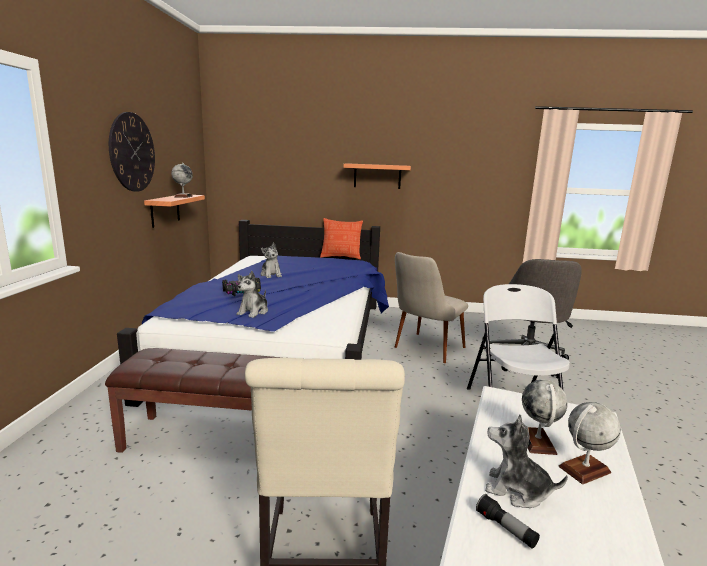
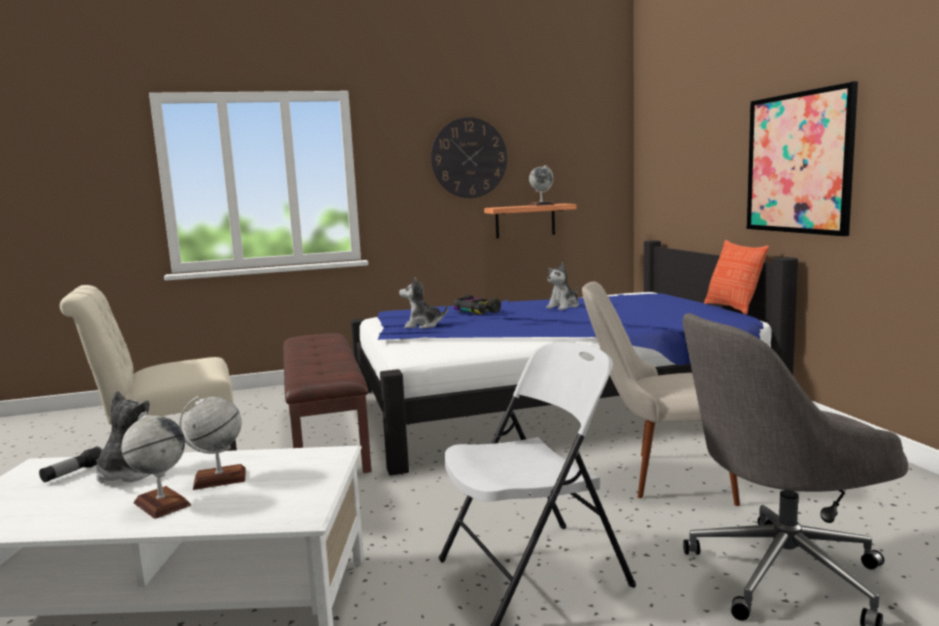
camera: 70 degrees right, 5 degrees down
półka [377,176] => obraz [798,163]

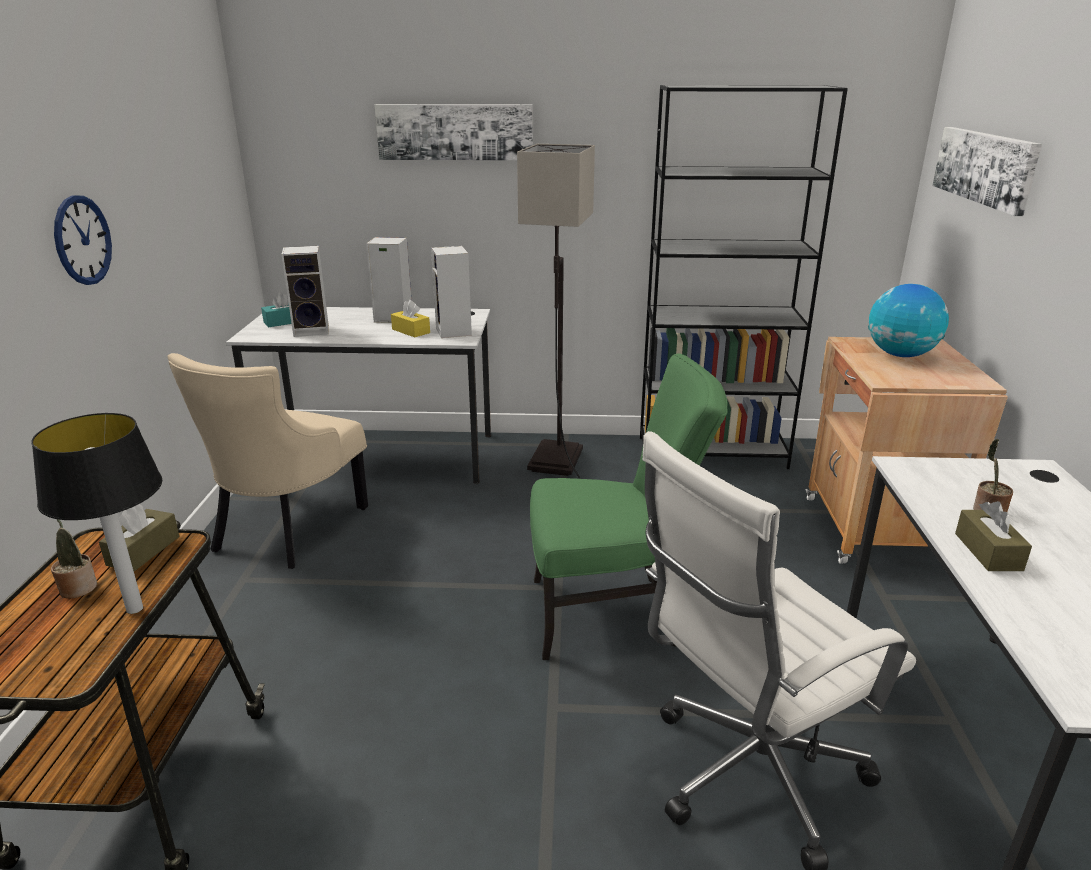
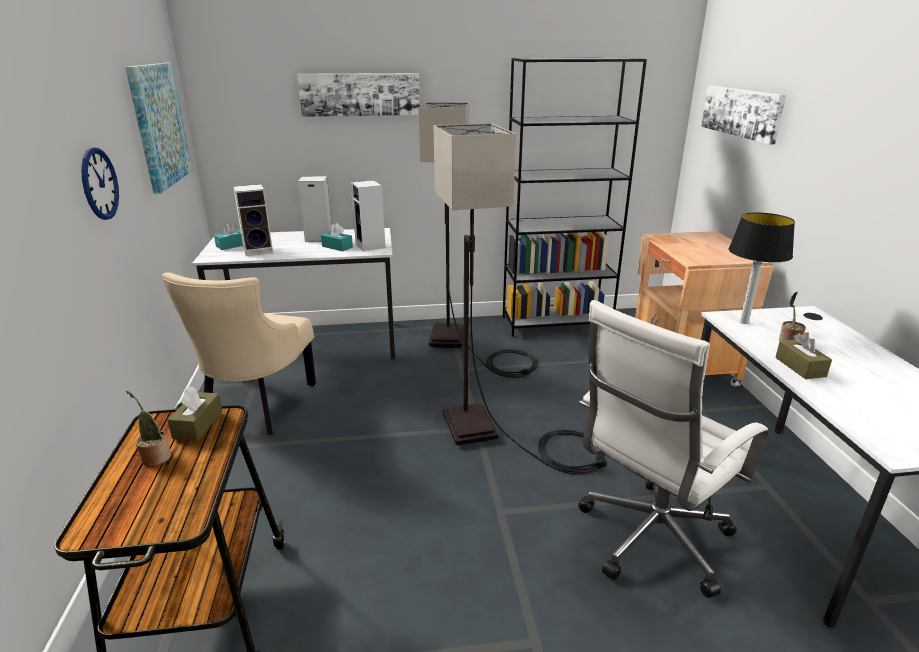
camera: 10 degrees left, 0 degrees up
nothing => obraz [159,125]
pudełko chusteczek (żółty) [411,331] => pudełko chusteczek (turkusowy) [337,247]
krzesło (zielony) [613,613] => lampa stojąca [522,441]
lampa stołowa [134,609] => lampa stołowa [744,322], relocated
globus [900,355] => nothing

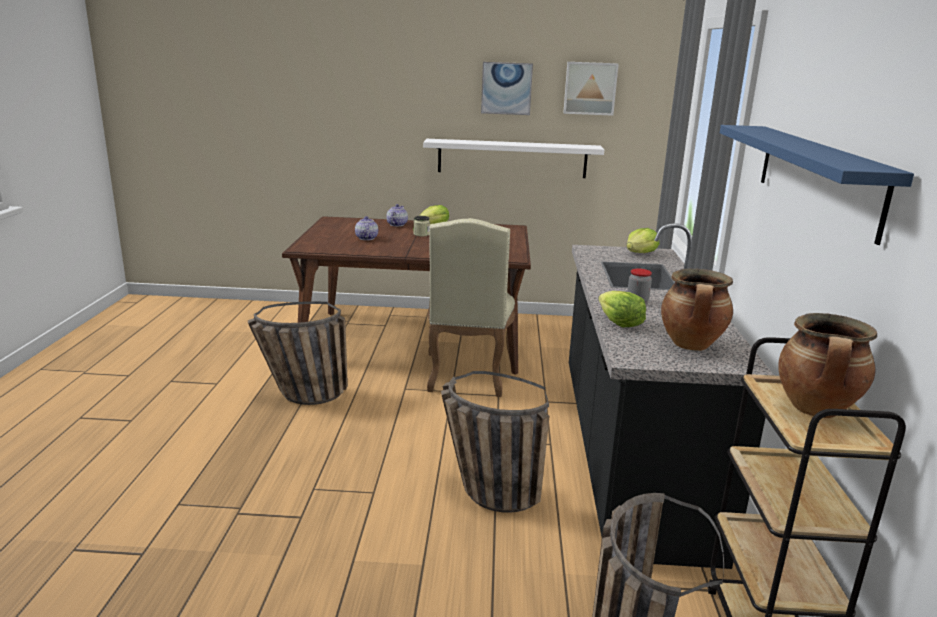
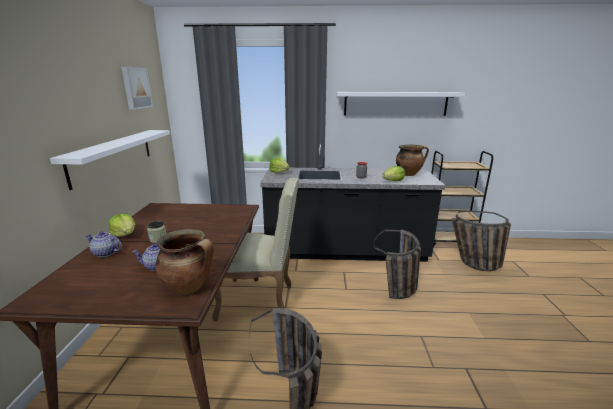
camera: 90 degrees left, 0 degrees up
garnek [816,410] => garnek [190,287], relocated
półka (niebieski) [816,176] => półka (biały) [395,103]
obraz [506,88] => nothing

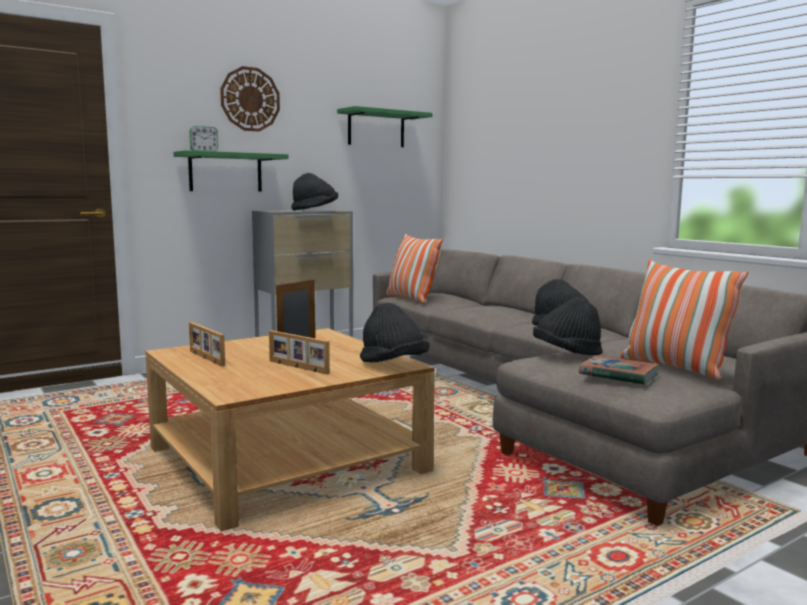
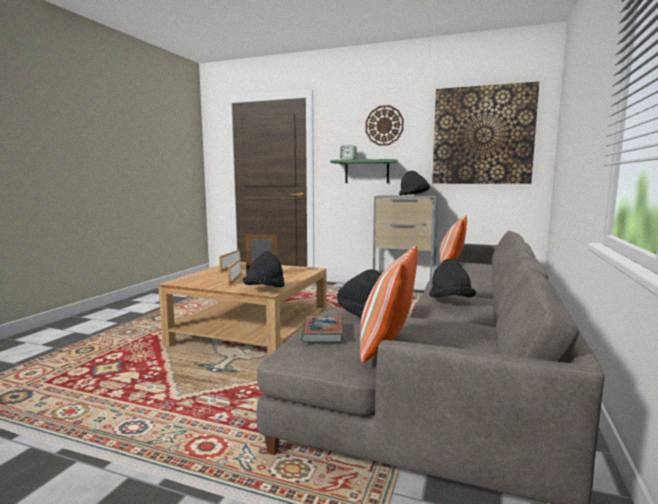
camera: 55 degrees right, 0 degrees up
półka (zielony) [376,129] => obraz [482,135]

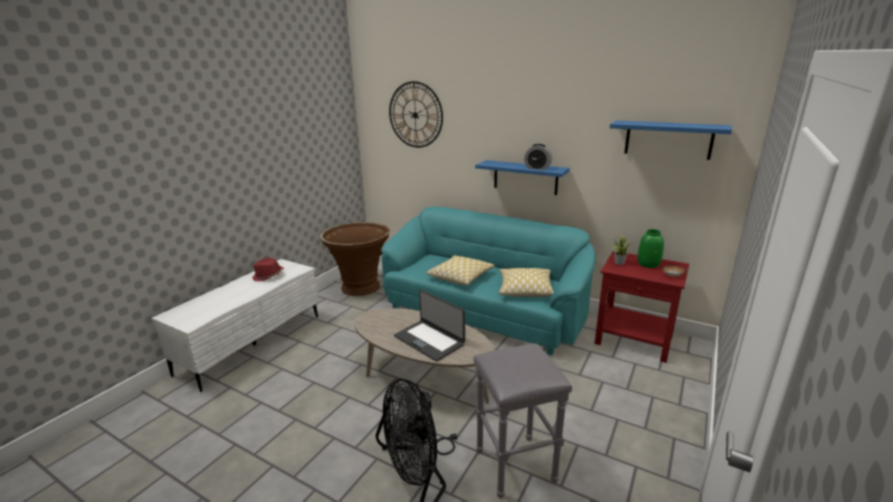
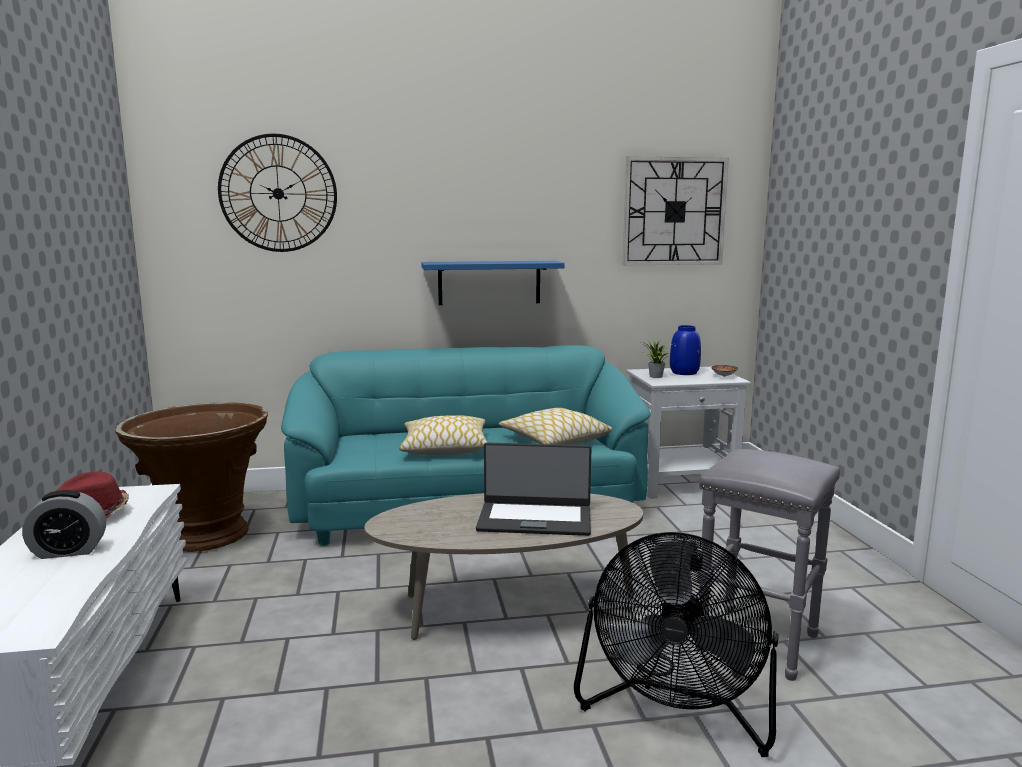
camera: 40 degrees left, 10 degrees down
budzik [537,168] => budzik [68,551], relocated
półka (niebieski) [668,139] => zegar ścienny [674,211]
stolik (czerwony) [634,340] => stolik (biały) [681,483]
wazon (zielony) [648,264] => wazon (niebieski) [684,373]

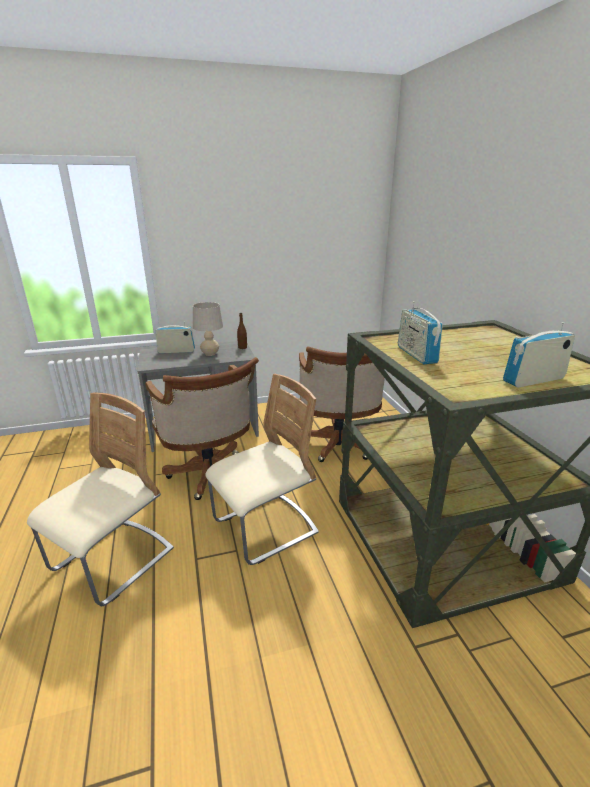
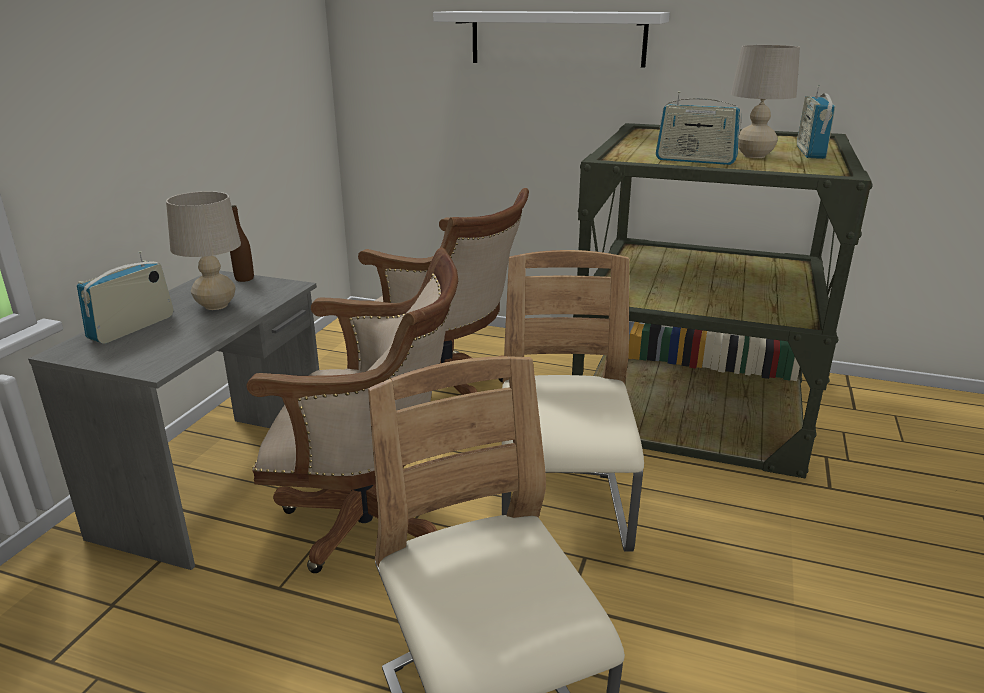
camera: 55 degrees left, 0 degrees up
nothing => półka (biały) [557,38]
nothing => lampa stołowa (beżowy) [754,156]

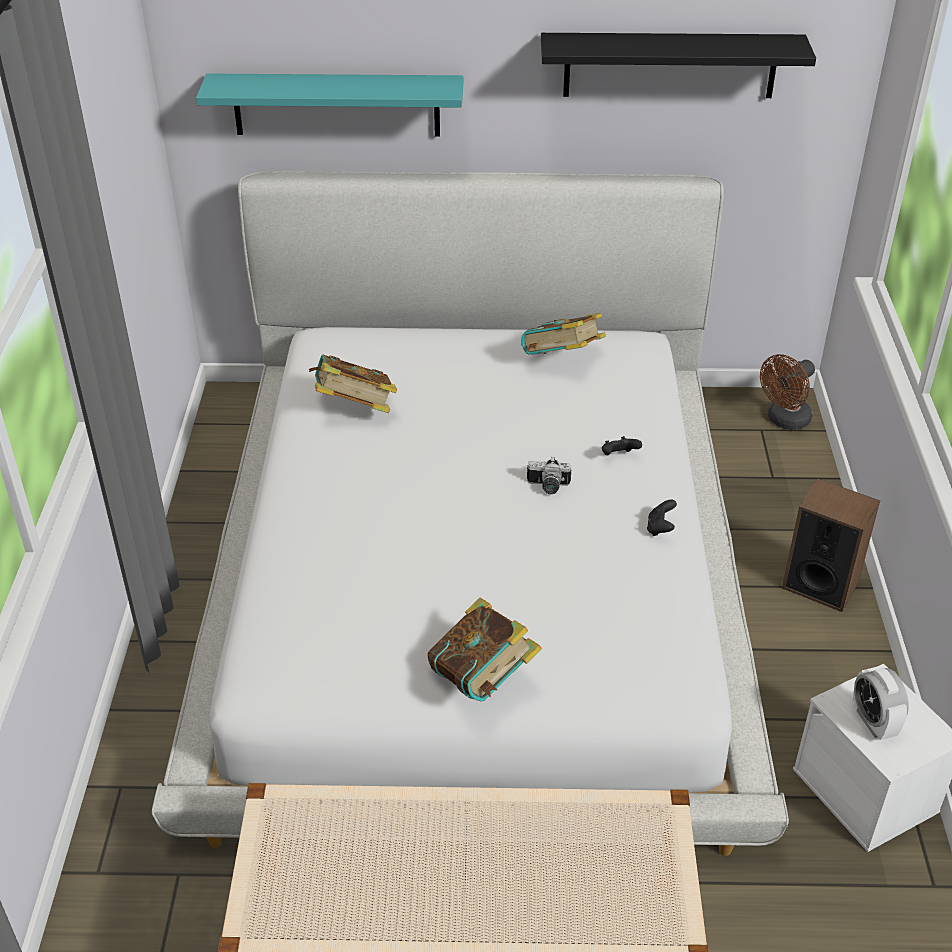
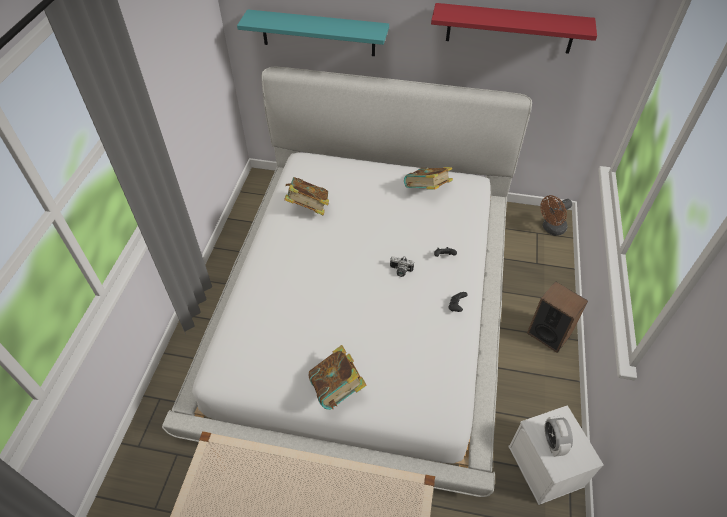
camera: 10 degrees right, 10 degrees up
półka (czarny) [670,65] => półka (czerwony) [510,28]

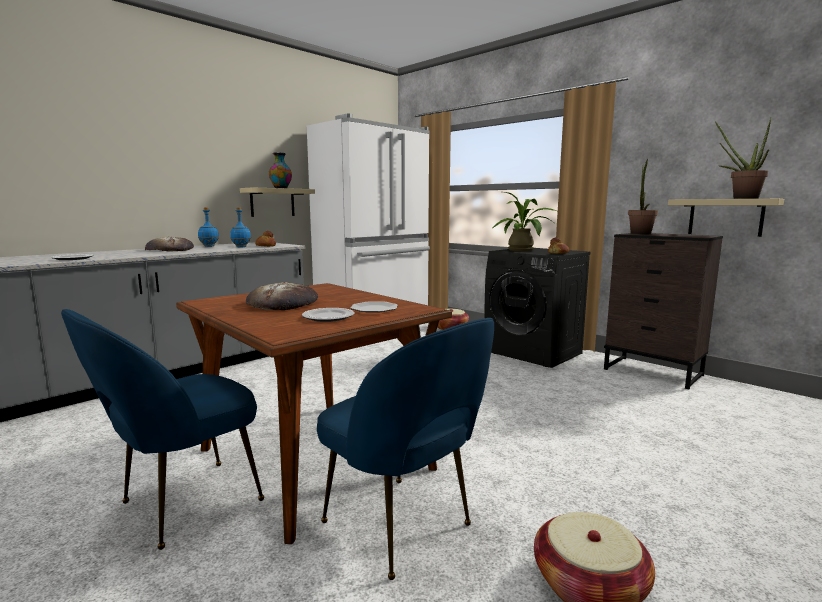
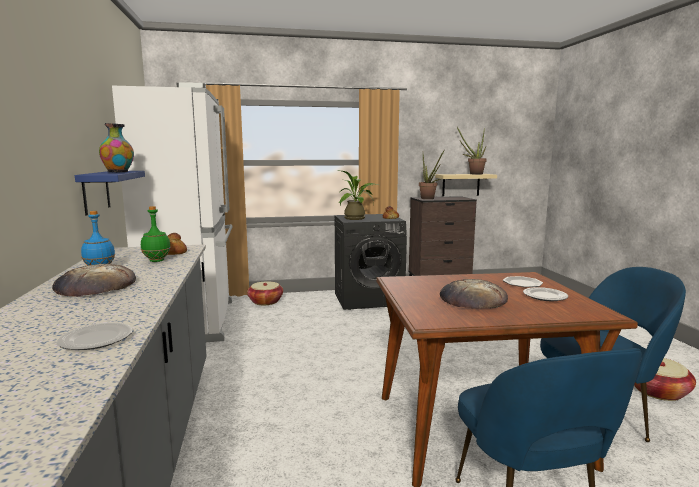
camera: 55 degrees left, 0 degrees up
półka (beżowy) [272,202] => półka (niebieski) [96,192]
butelka (niebieski) [241,247] => butelka (zielony) [157,261]

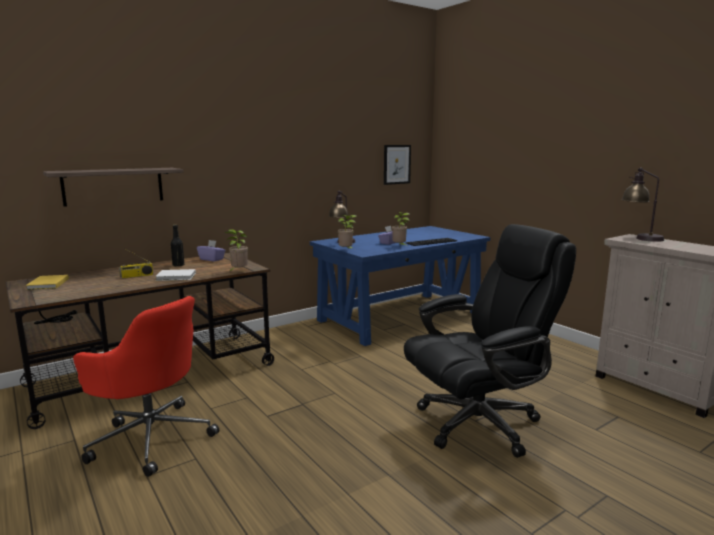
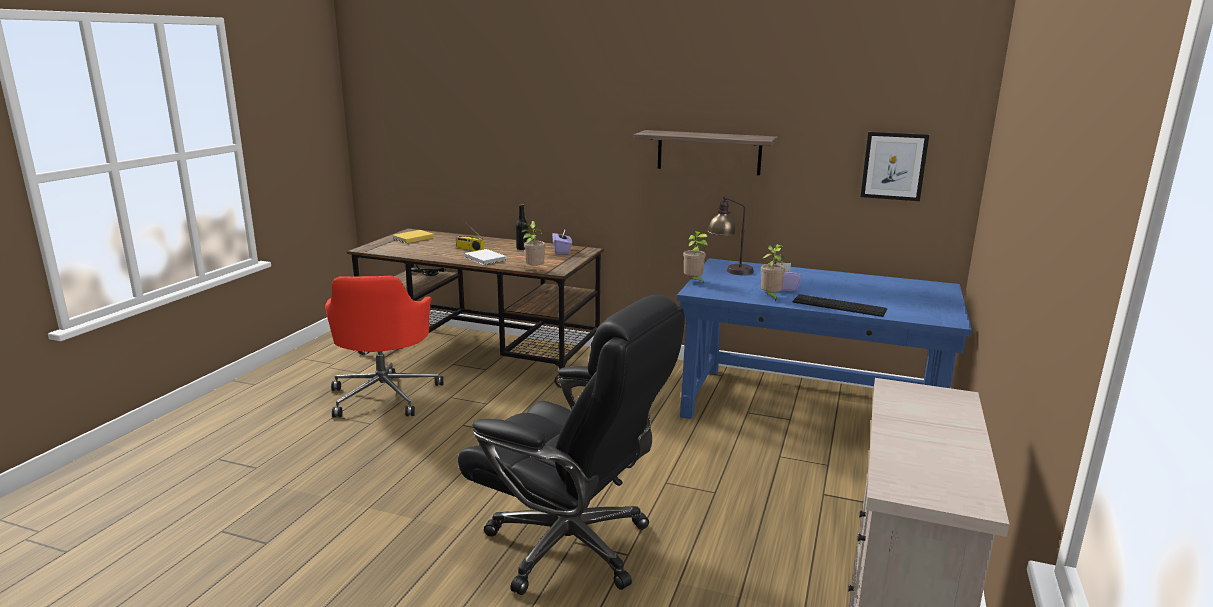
camera: 55 degrees right, 5 degrees up
półka [113,186] => półka [709,152], relocated
lampa stołowa [640,237] => nothing

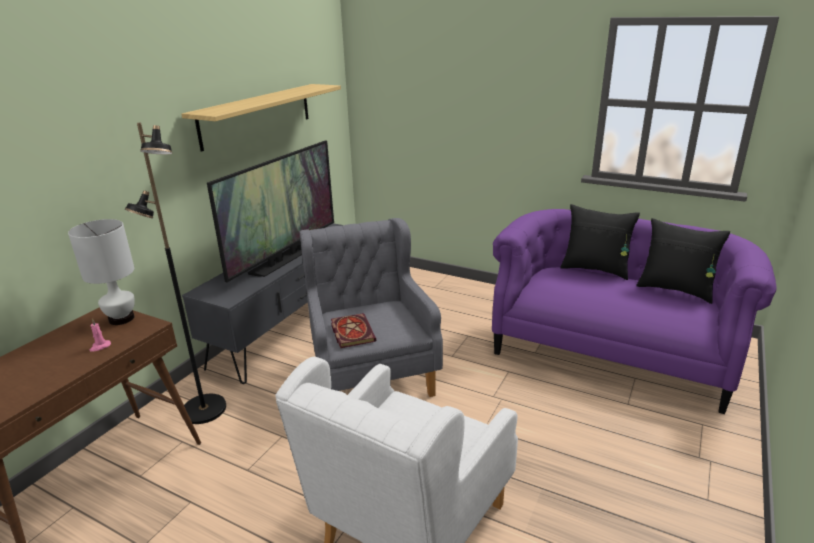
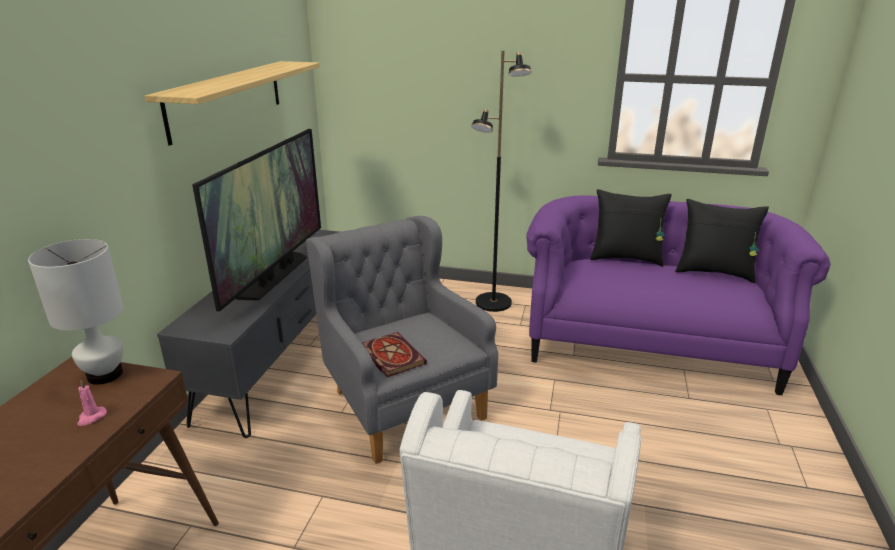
camera: 15 degrees left, 0 degrees up
lampa stojąca (czarny) [203,410] => lampa stojąca (czarny) [493,303], relocated

